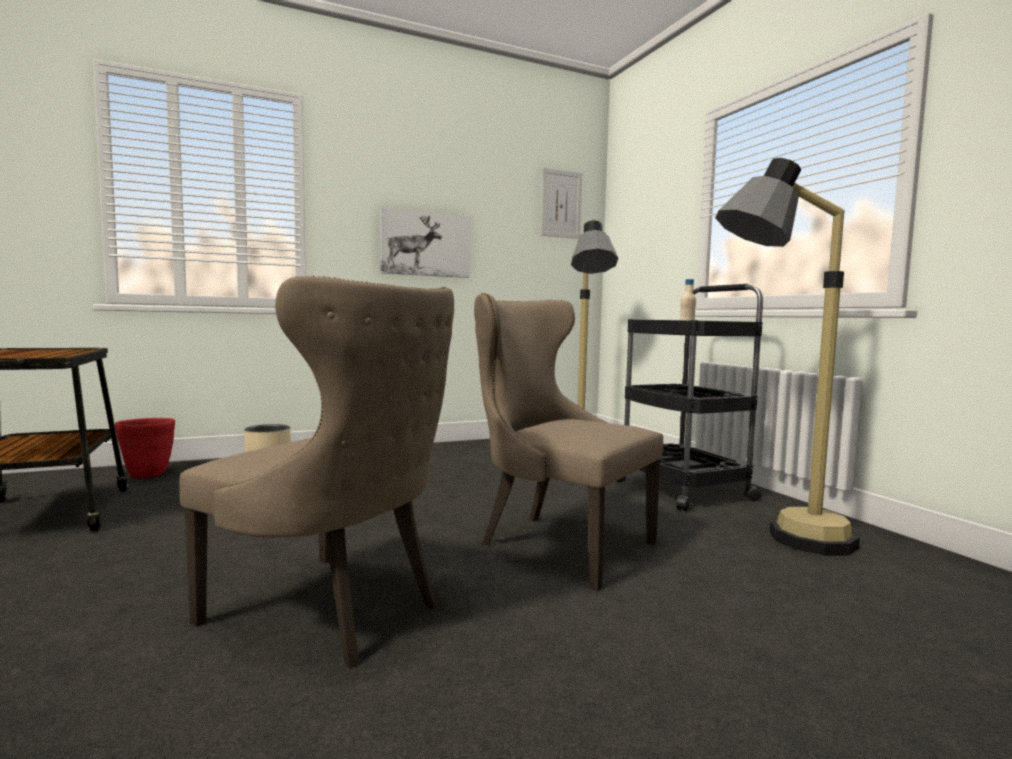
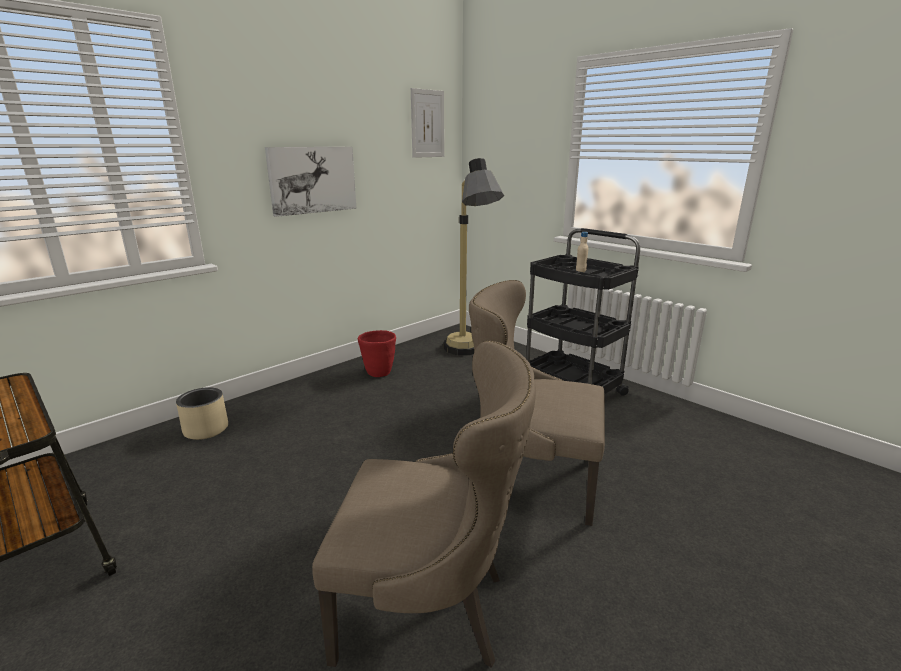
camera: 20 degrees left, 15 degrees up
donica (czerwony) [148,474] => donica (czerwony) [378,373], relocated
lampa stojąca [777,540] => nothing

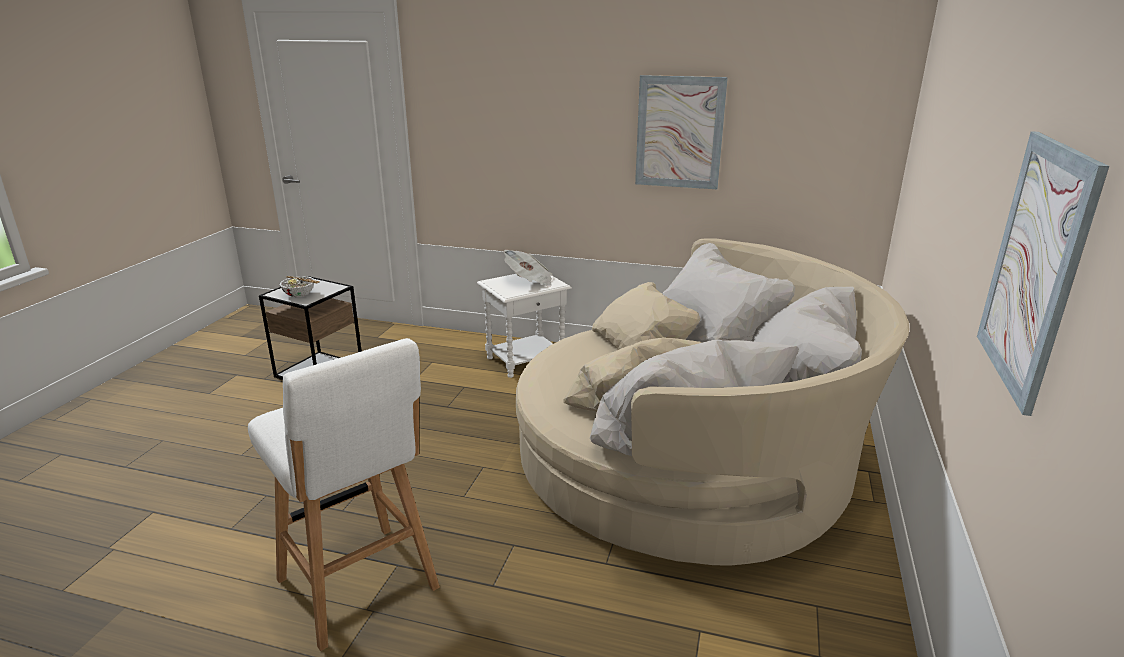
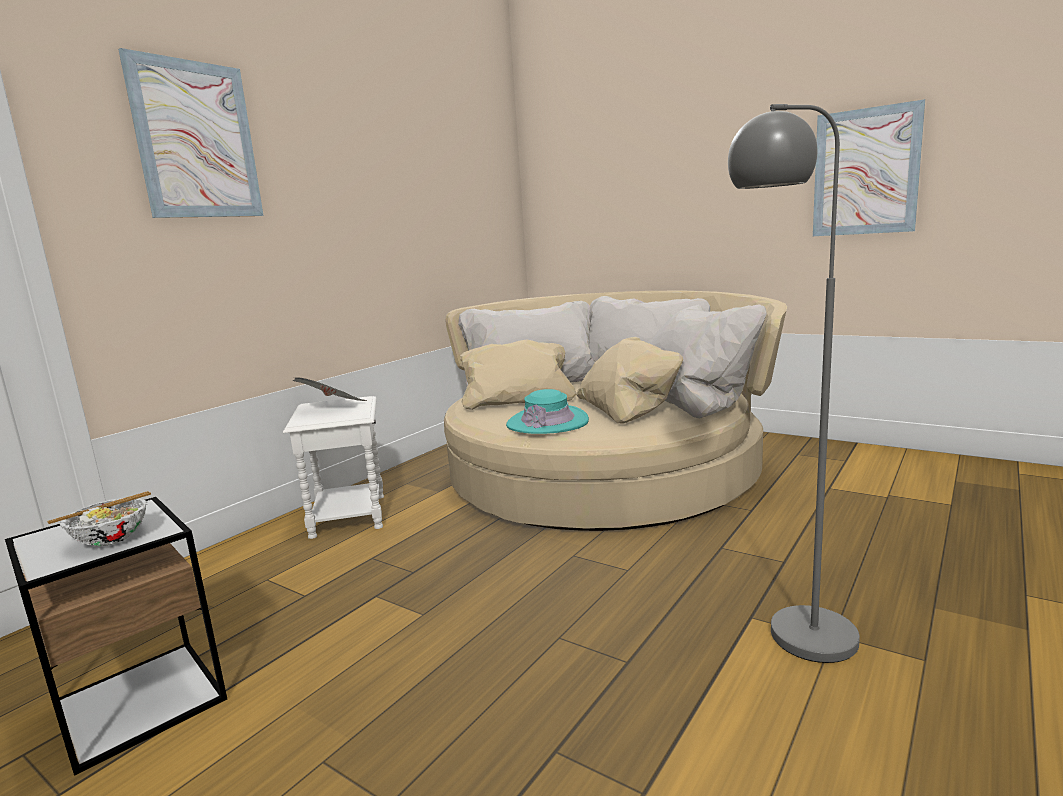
camera: 70 degrees left, 10 degrees down
obraz [679,132] => obraz [196,140], relocated
nothing => kapelusz (turkusowy) [547,422]
stołek (biały) [360,587] => lampa stojąca (szary) [793,645]

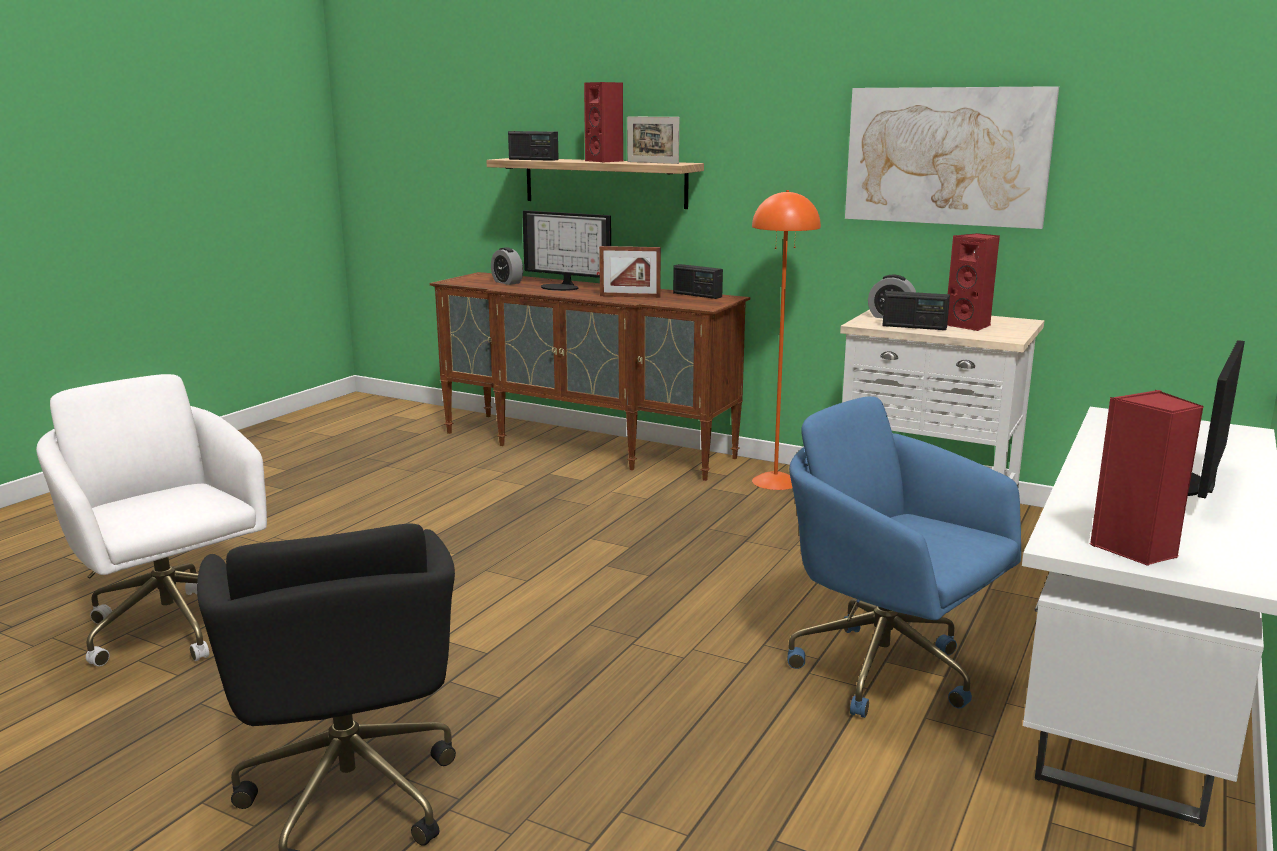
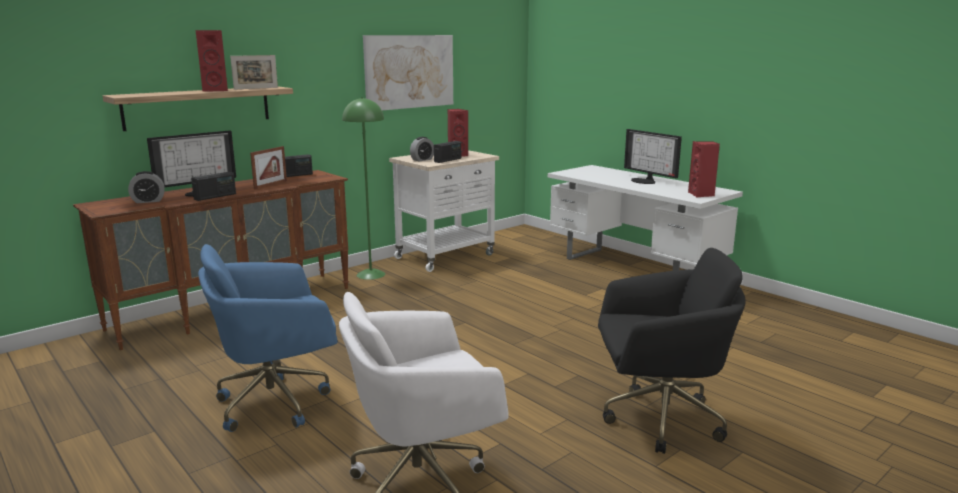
camera: 70 degrees left, 0 degrees up
radio [533,159] => radio [215,196], relocated
krzesło biurowe (niebieski) [889,675] => krzesło biurowe (niebieski) [278,403], relocated
lampa stojąca (pomarańczowy) [775,481] => lampa stojąca (zielony) [371,274]

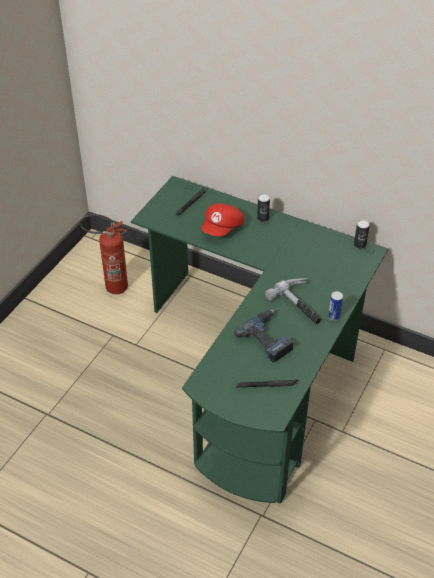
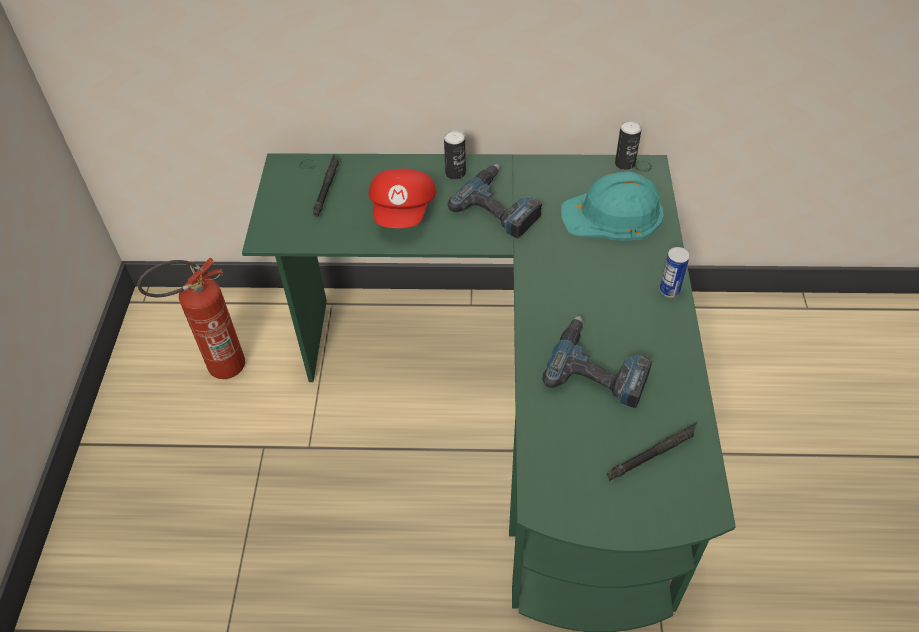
camera: 25 degrees left, 5 degrees up
nothing => wiertarka [500,206]
nothing => kask (turkusowy) [613,214]
młotek [301,304] => nothing

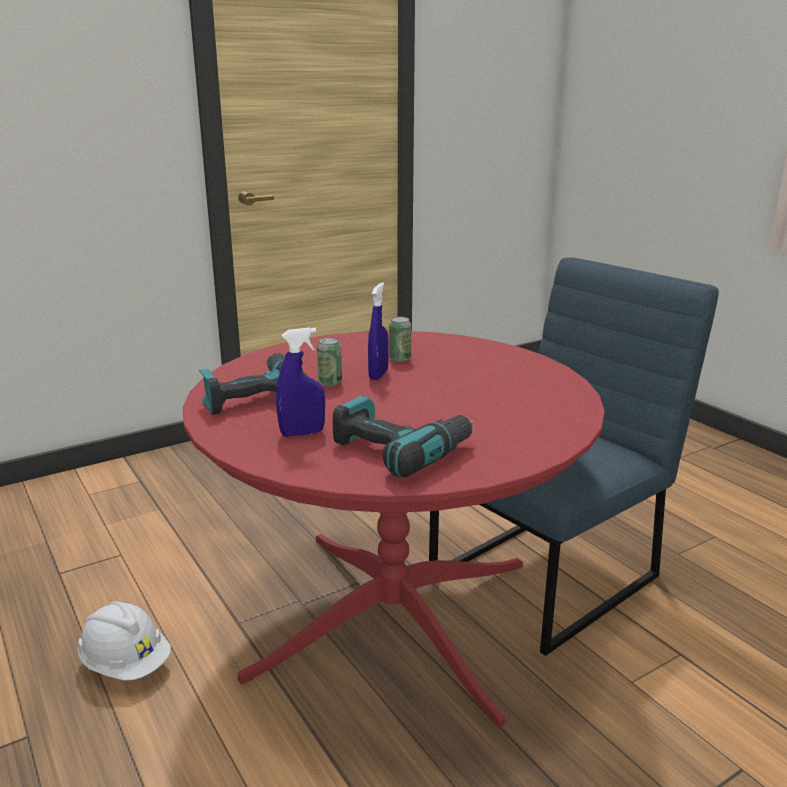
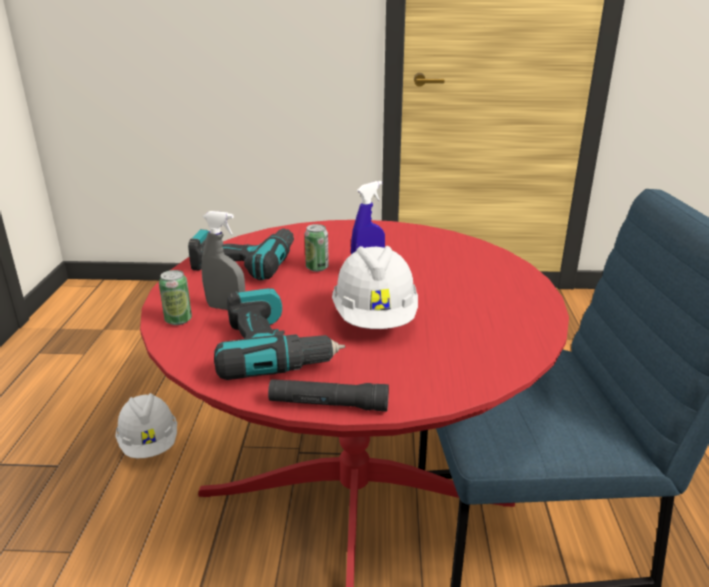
camera: 35 degrees right, 5 degrees up
puszka [400,359] => puszka [178,320], relocated
spryskiwacz (niebieski) [302,433] => spryskiwacz (szary) [226,308]
nothing => latarka (czarny) [328,404]
nothing => kask (biały) [375,318]

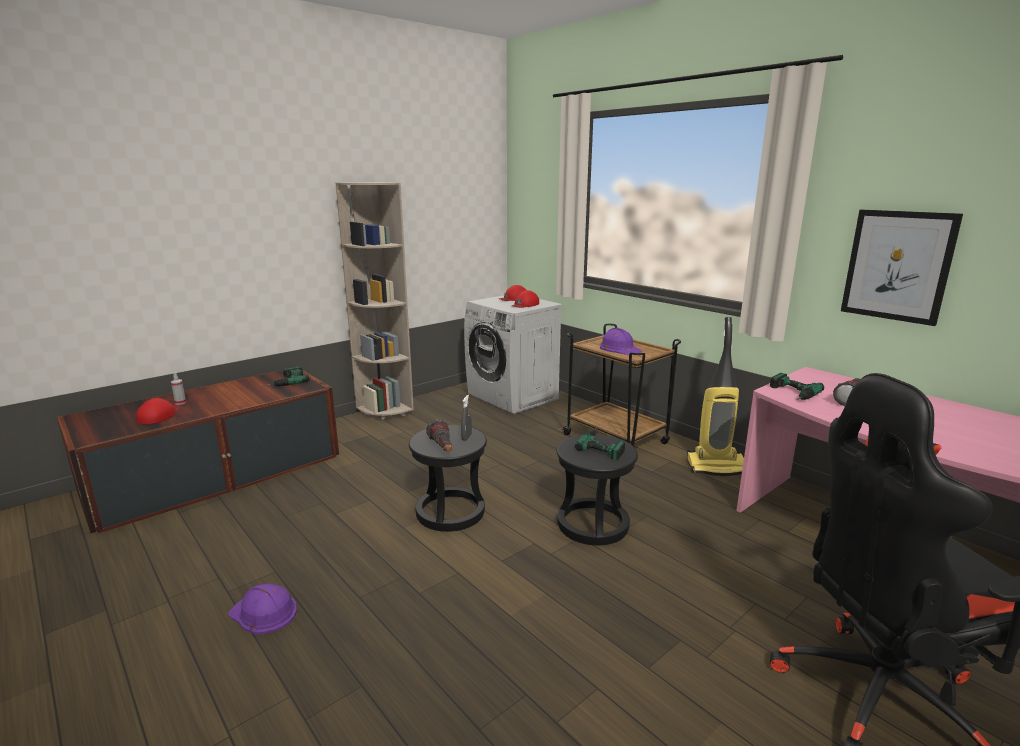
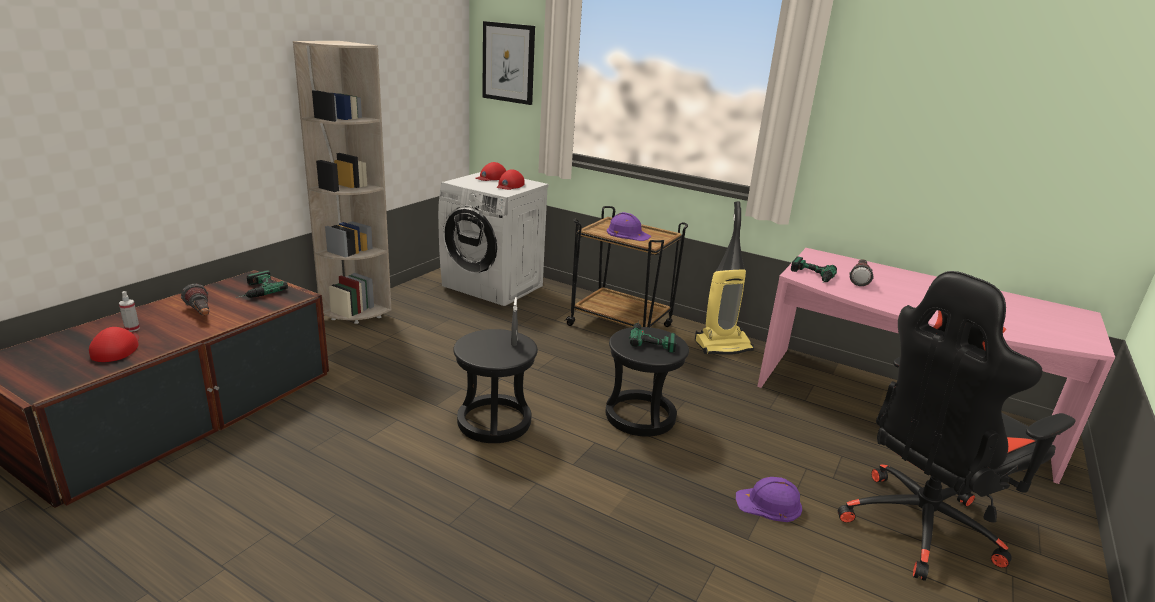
camera: 20 degrees left, 5 degrees up
latarka [442,449] => latarka [201,314], relocated
obraz [898,266] => obraz [508,63], relocated
kask (fioletowy) [263,613] => kask (fioletowy) [769,504], relocated

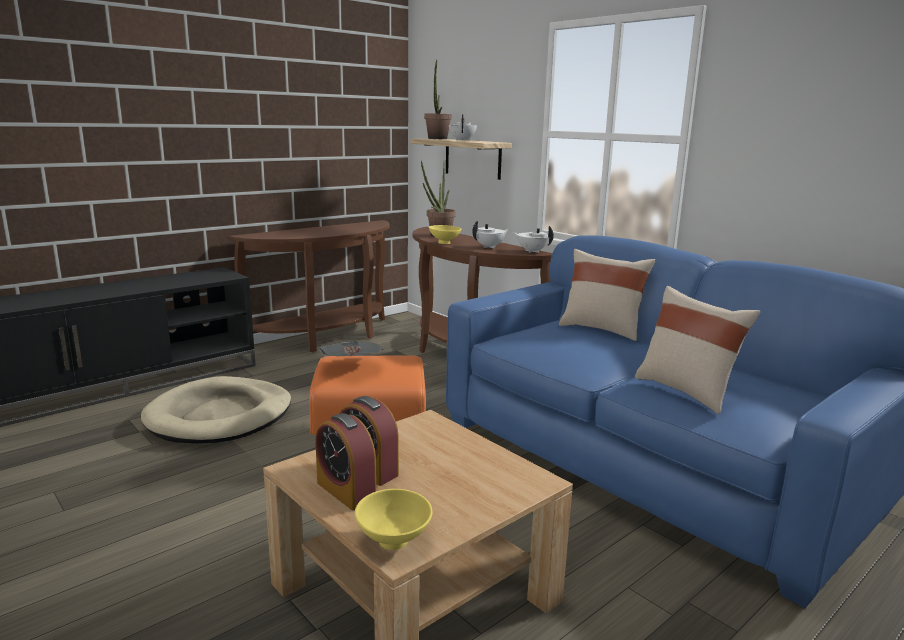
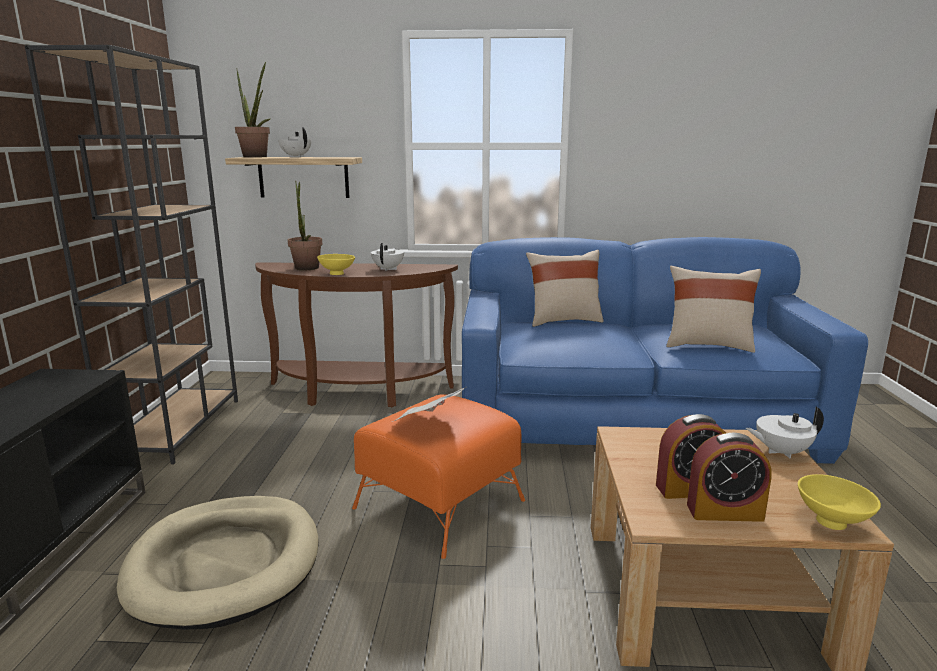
camera: 45 degrees left, 0 degrees up
stolik konsolowy (brązowy) [328,338] => regał [177,428]
imbryk (biały) [532,251] => imbryk (biały) [780,452], relocated

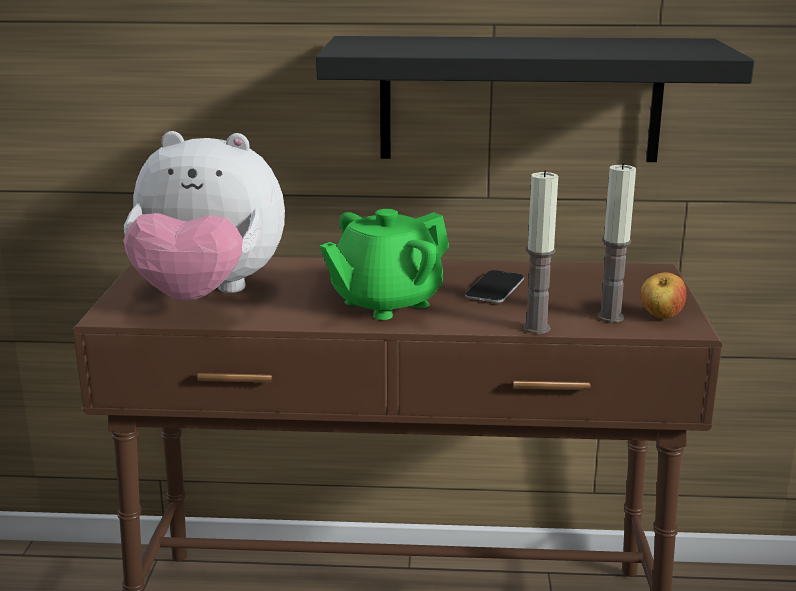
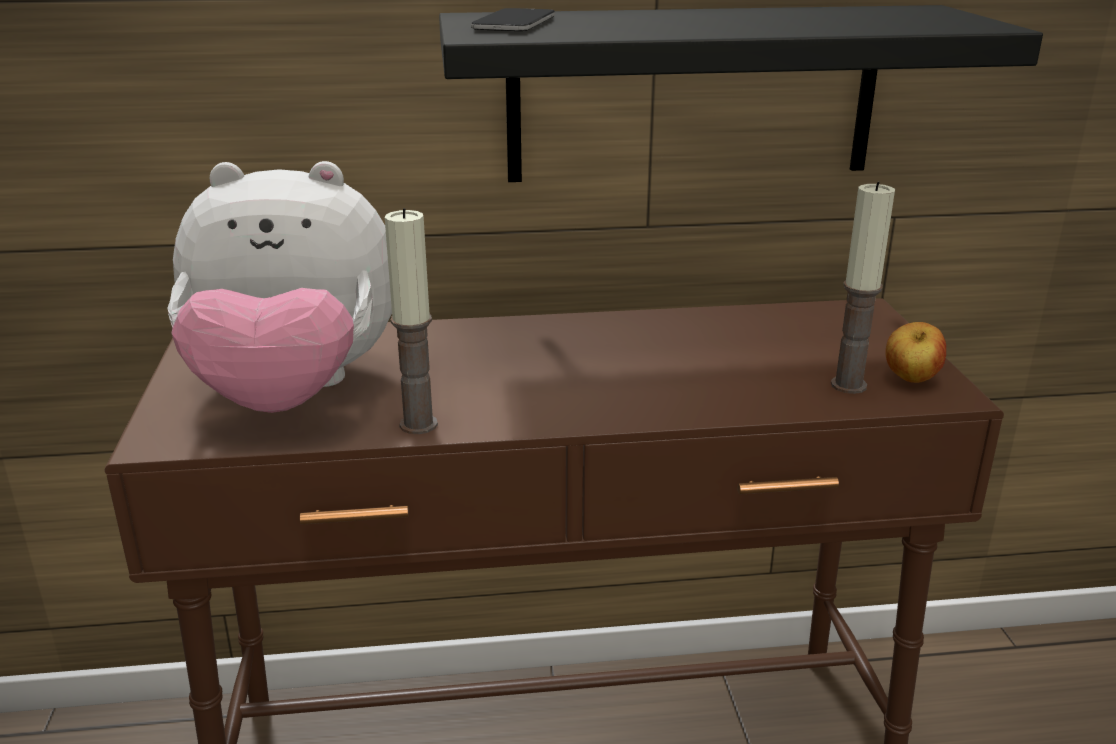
camera: 10 degrees left, 5 degrees up
świeca [536,328] => świeca [418,424], relocated
telefon [495,288] => telefon [514,23], relocated
imbryk (zielony) [385,303] => nothing

